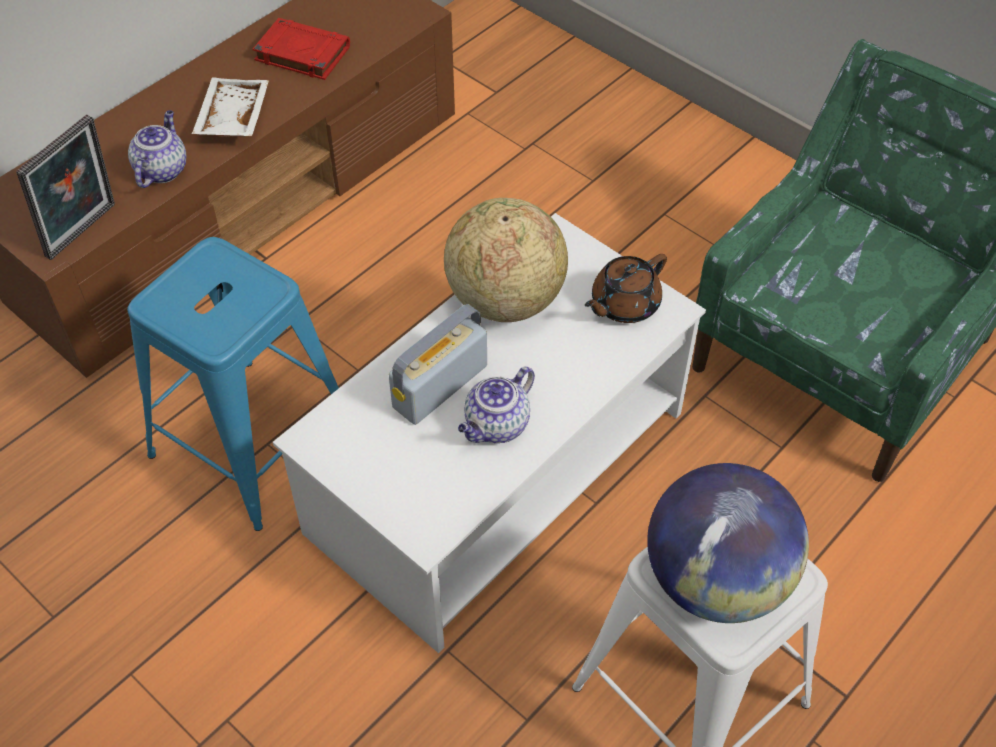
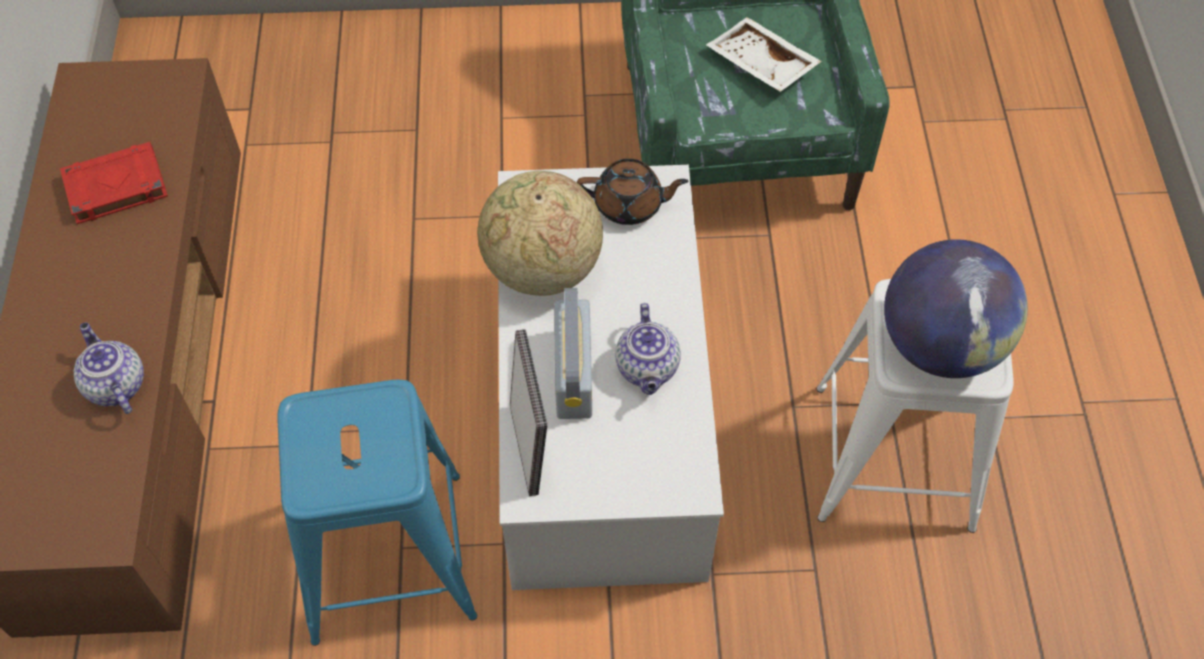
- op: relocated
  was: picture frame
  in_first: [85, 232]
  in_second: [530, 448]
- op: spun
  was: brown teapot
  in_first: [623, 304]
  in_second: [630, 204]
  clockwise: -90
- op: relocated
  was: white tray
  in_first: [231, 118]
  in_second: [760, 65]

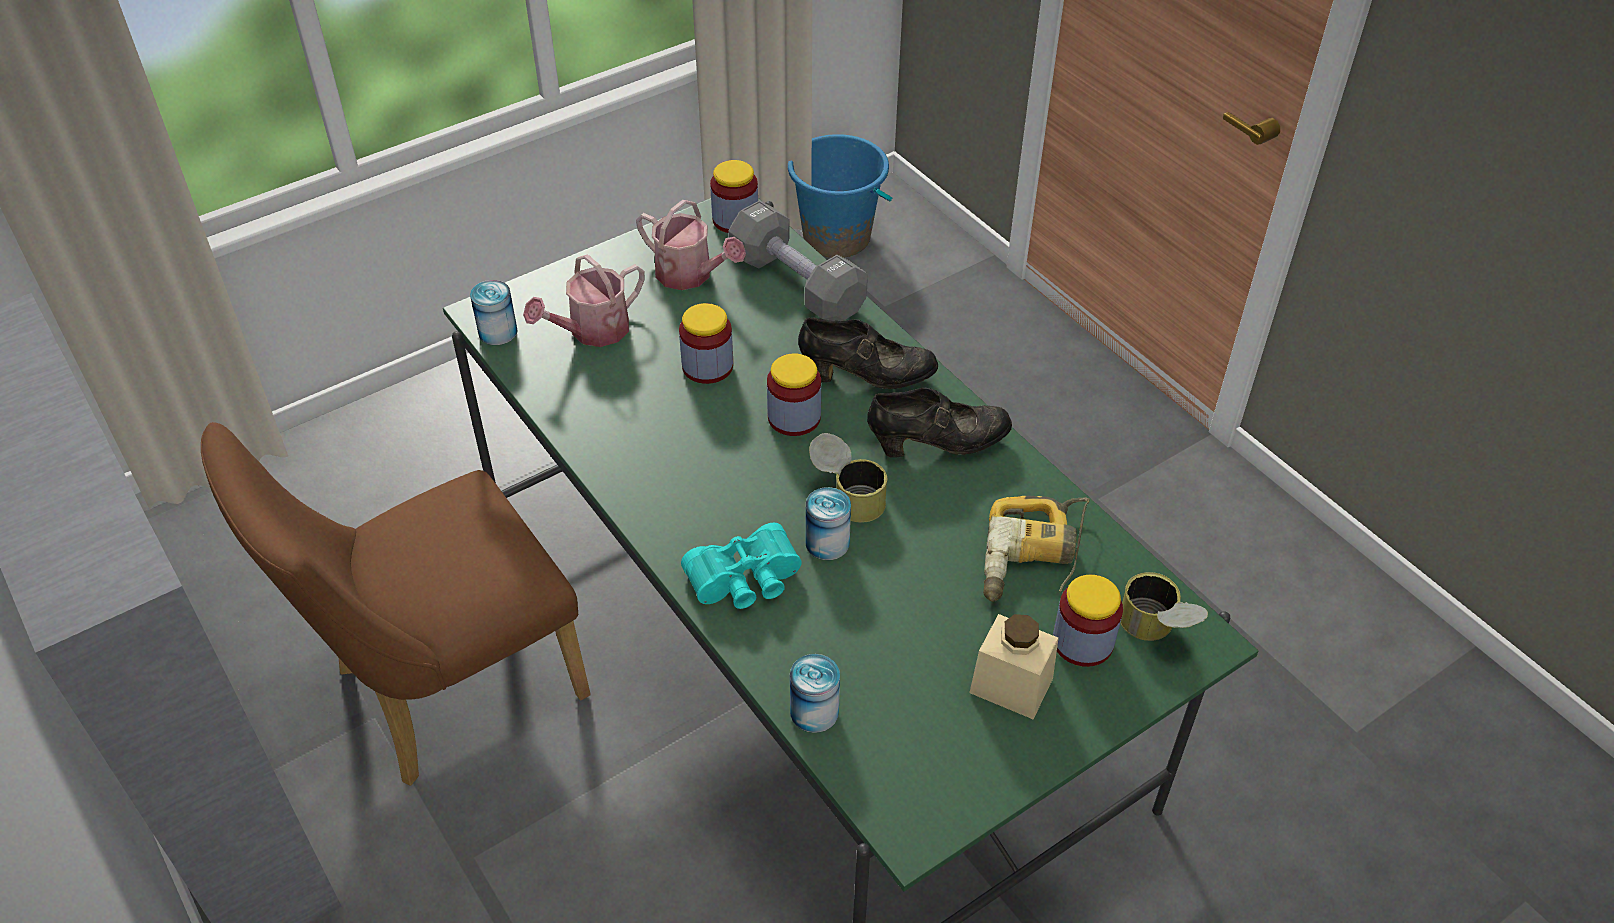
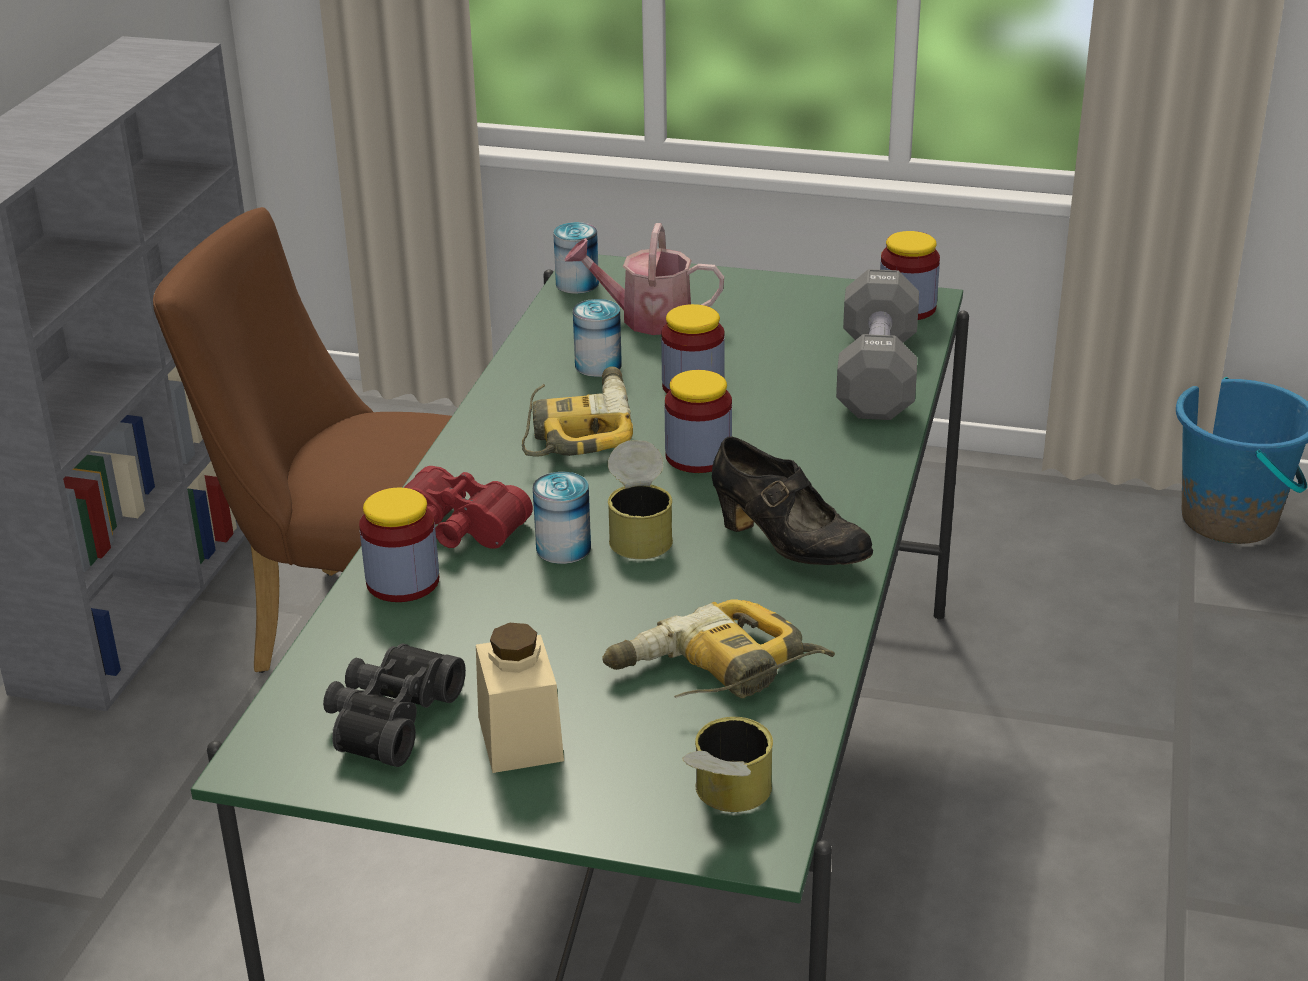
- op: appeared
  now: black binoculars
  in_second: [388, 718]
- op: relocated
  was: jar
  in_first: [1082, 642]
  in_second: [403, 582]
- op: colour
  was: turquoise binoculars
  now: red binoculars
  in_first: [746, 582]
  in_second: [455, 530]
- op: appeared
  now: power drill
  in_second: [577, 428]
- op: relocated
  was: can
  in_first: [814, 711]
  in_second: [598, 365]
- op: missing
  was: watering can
  in_first: [690, 275]
- op: missing
  was: black shoe
  in_first: [867, 377]

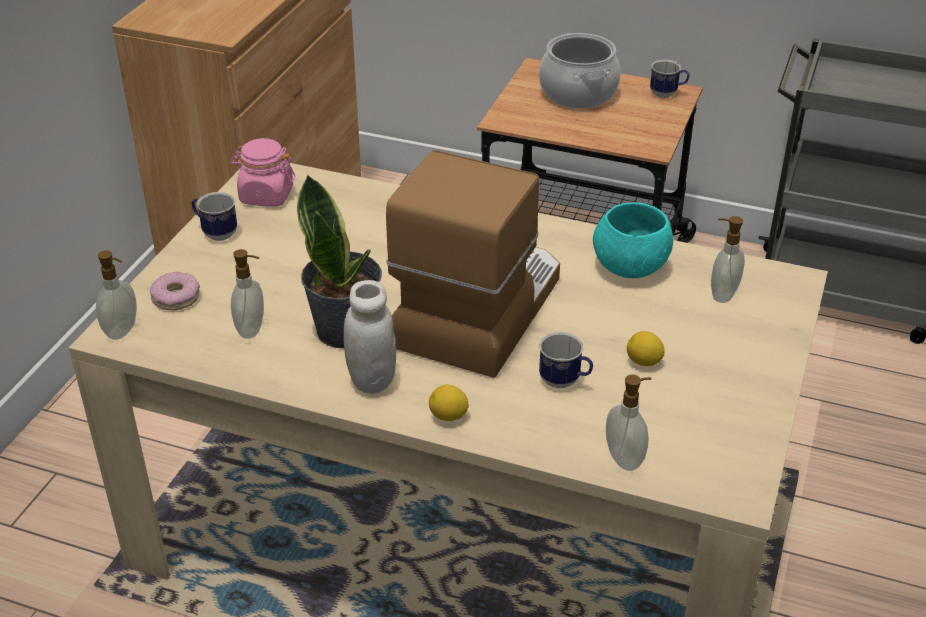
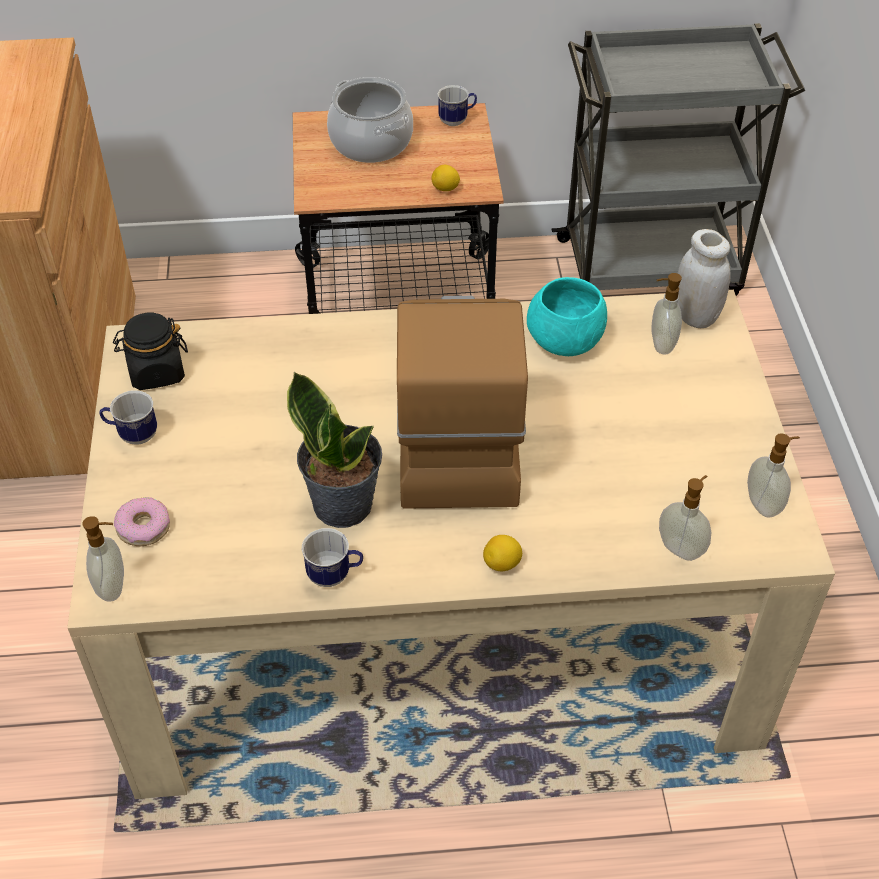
- op: colour
  was: pink jar
  now: black jar
  in_first: [266, 196]
  in_second: [156, 372]
- op: relocated
  was: mug
  in_first: [565, 382]
  in_second: [335, 575]
- op: relocated
  was: lemon
  in_first: [644, 362]
  in_second: [445, 189]
- op: relocated
  was: white jar
  in_first: [372, 380]
  in_second: [695, 316]
- op: relocated
  was: soap dispenser
  in_first: [252, 329]
  in_second: [764, 504]

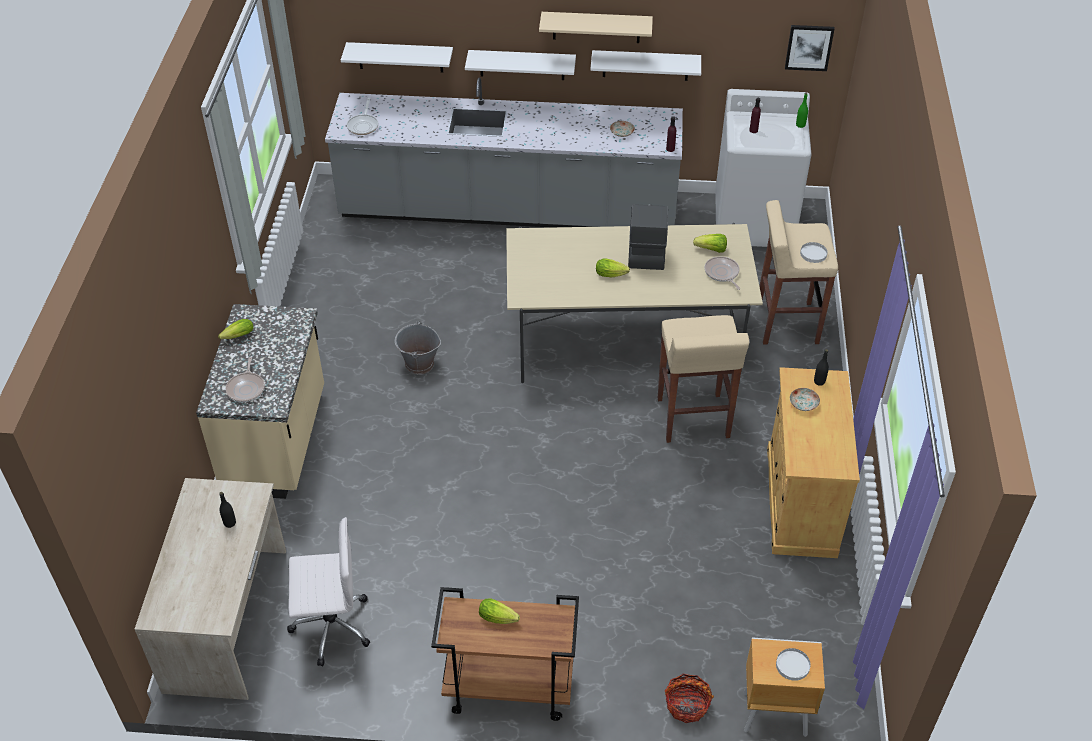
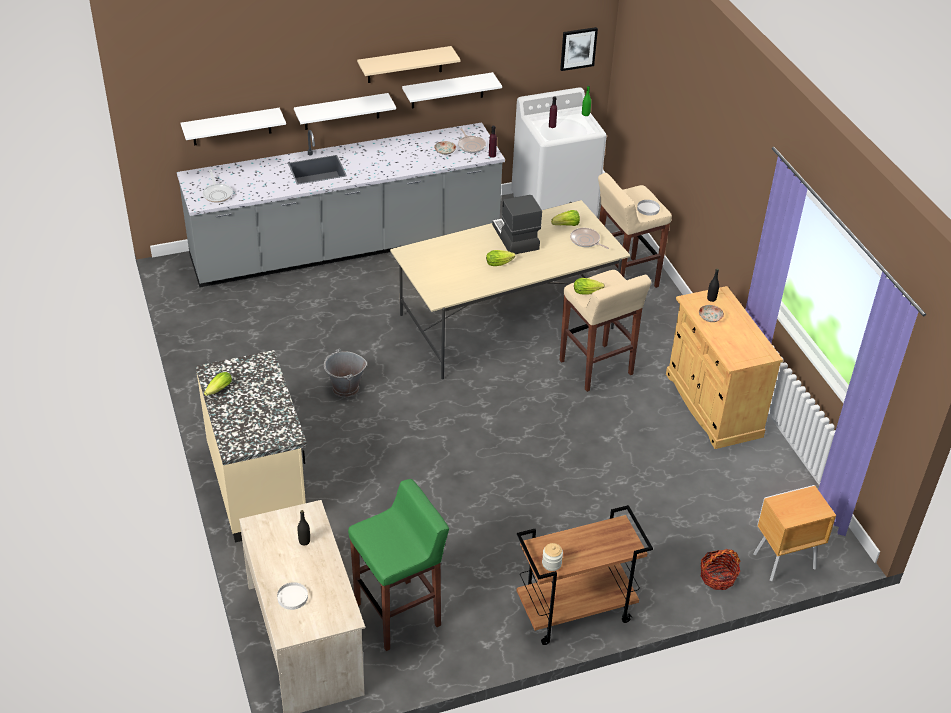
- op: relocated
  was: white plate
  in_first: [792, 665]
  in_second: [292, 597]
- op: exchanged
  was: white office chair
  now: green stool
  in_first: [330, 625]
  in_second: [399, 614]
- op: relocated
  was: frying pan
  in_first: [246, 388]
  in_second: [471, 146]
- op: appeared
  now: jar
  in_second: [551, 563]
- op: relocated
  was: lettuce
  in_first: [499, 618]
  in_second: [588, 292]

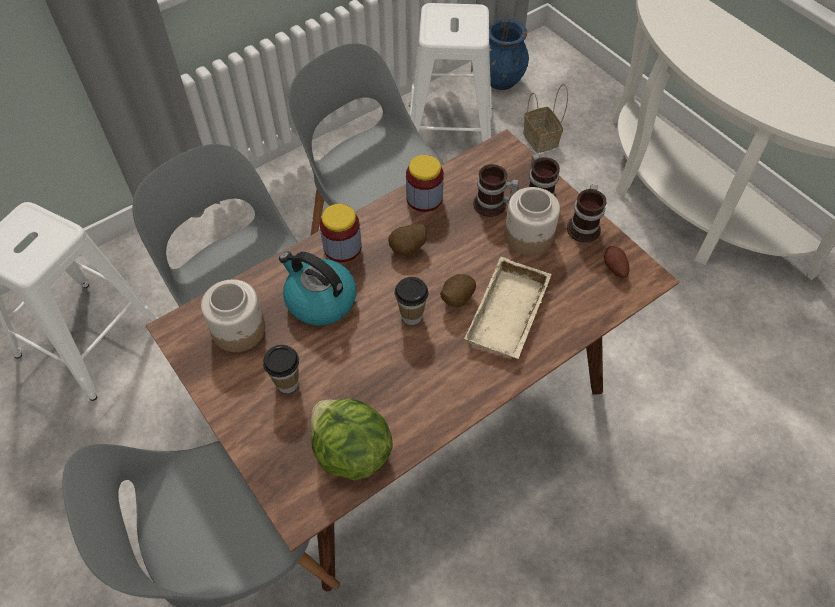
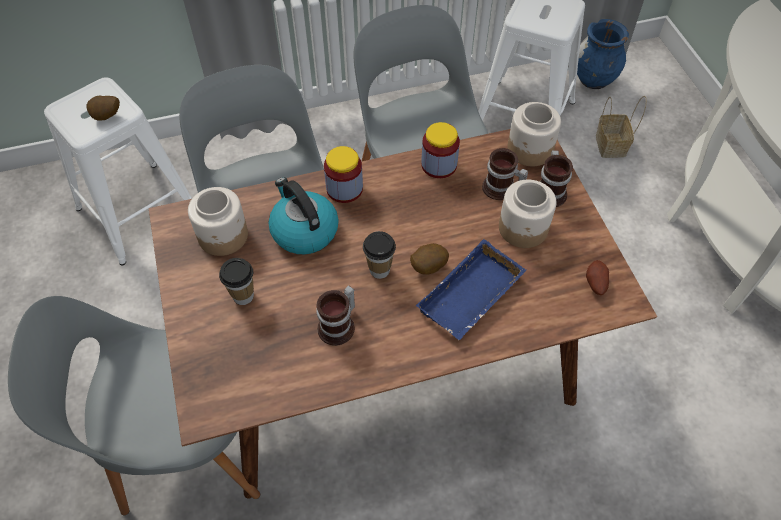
- op: relocated
  was: potato
  in_first: [408, 249]
  in_second: [107, 117]
- op: relocated
  was: mug
  in_first: [585, 227]
  in_second: [340, 326]
- op: colour
  was: beige tray
  now: blue tray
  in_first: [510, 315]
  in_second: [472, 297]
- op: appeared
  now: jar
  in_second: [530, 150]
- op: missing
  was: lettuce
  in_first: [351, 453]

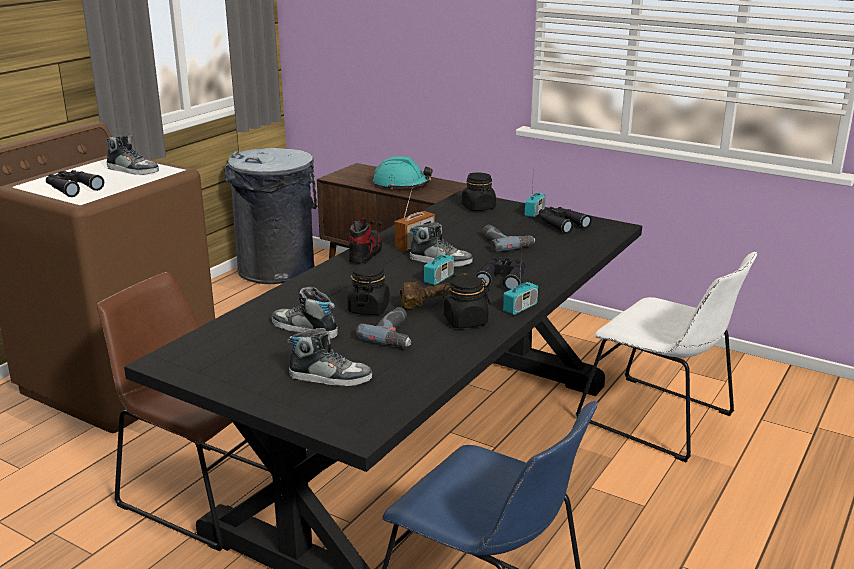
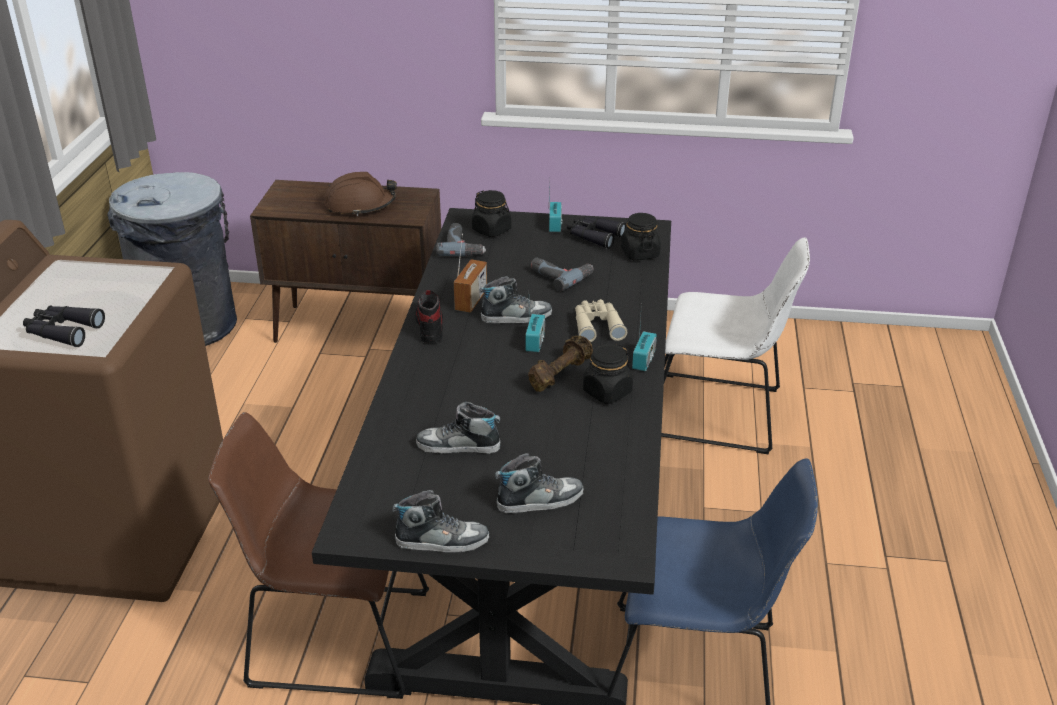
- op: colour
  was: turquoise hard hat
  now: brown hard hat
  in_first: [401, 185]
  in_second: [360, 205]
- op: relocated
  was: shoe
  in_first: [133, 170]
  in_second: [442, 540]
- op: relocated
  was: power drill
  in_first: [395, 335]
  in_second: [463, 246]
- op: colour
  was: black binoculars
  now: beige binoculars
  in_first: [502, 279]
  in_second: [597, 326]
- op: relocated
  was: black jar
  in_first: [369, 308]
  in_second: [639, 253]

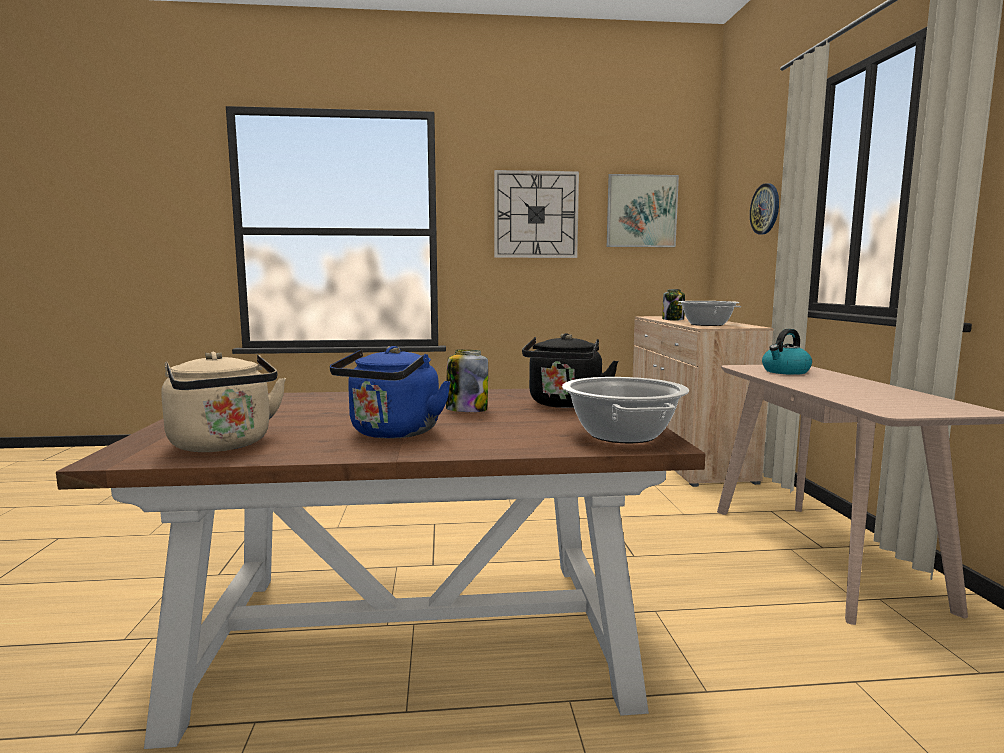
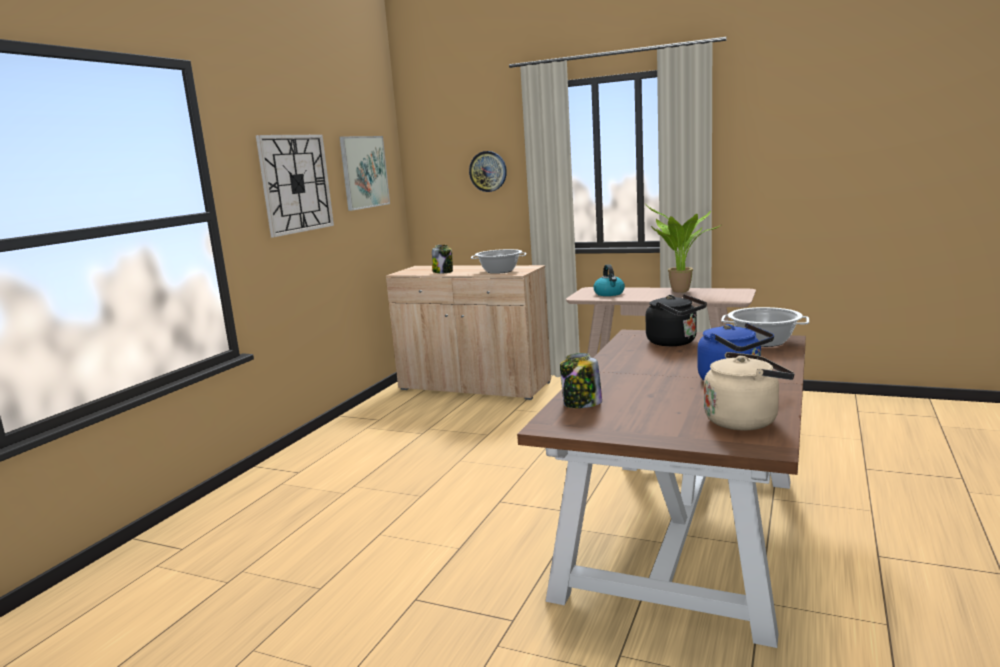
- op: relocated
  was: jar
  in_first: [466, 410]
  in_second: [581, 404]
- op: appeared
  now: potted plant
  in_second: [679, 292]

